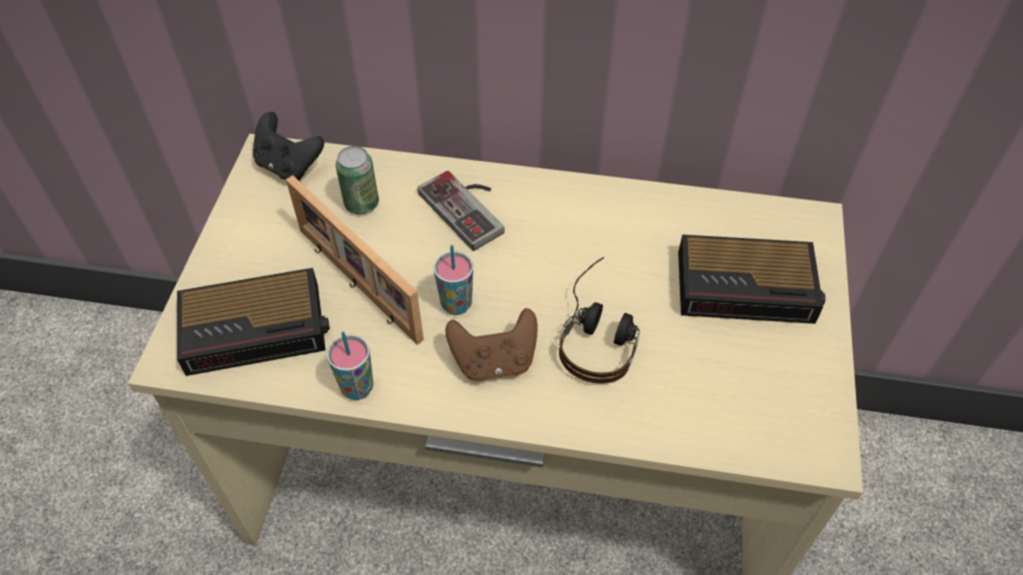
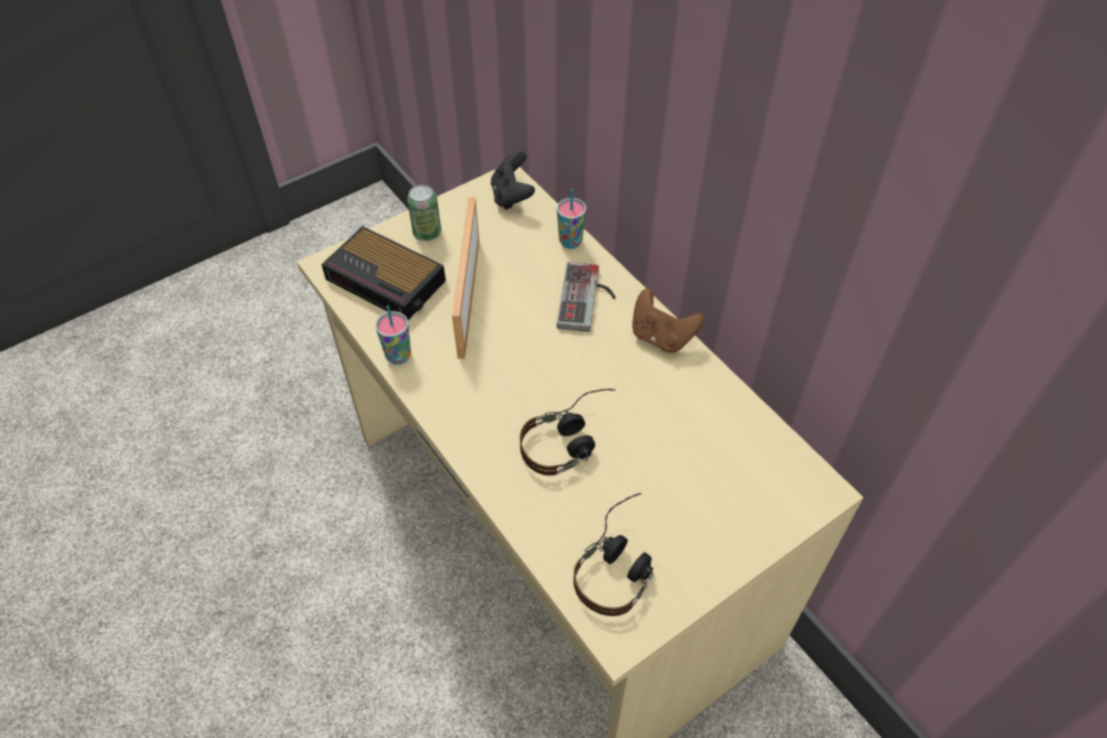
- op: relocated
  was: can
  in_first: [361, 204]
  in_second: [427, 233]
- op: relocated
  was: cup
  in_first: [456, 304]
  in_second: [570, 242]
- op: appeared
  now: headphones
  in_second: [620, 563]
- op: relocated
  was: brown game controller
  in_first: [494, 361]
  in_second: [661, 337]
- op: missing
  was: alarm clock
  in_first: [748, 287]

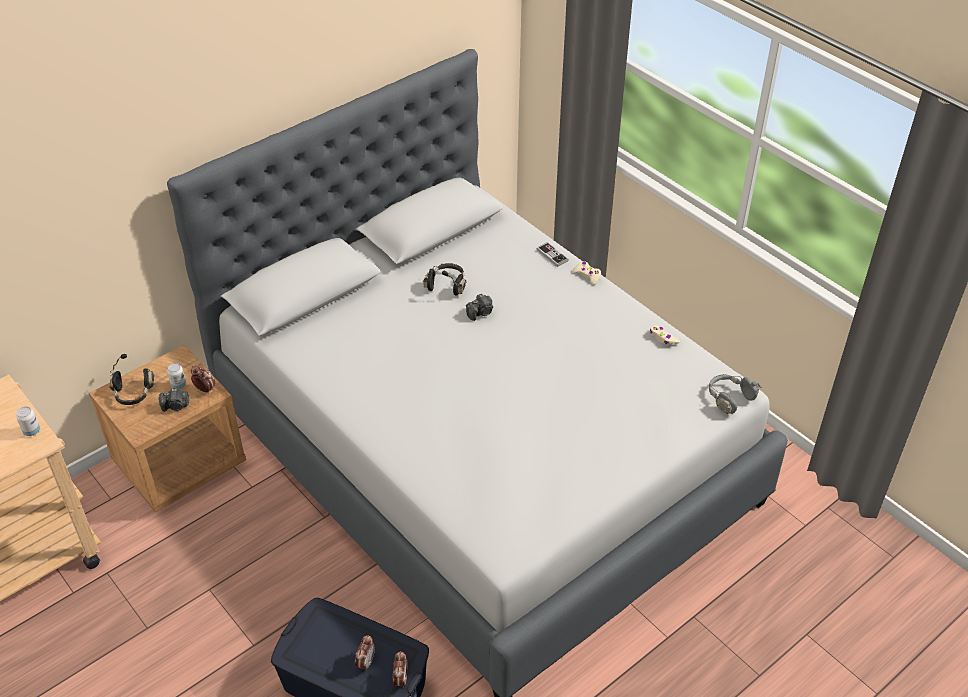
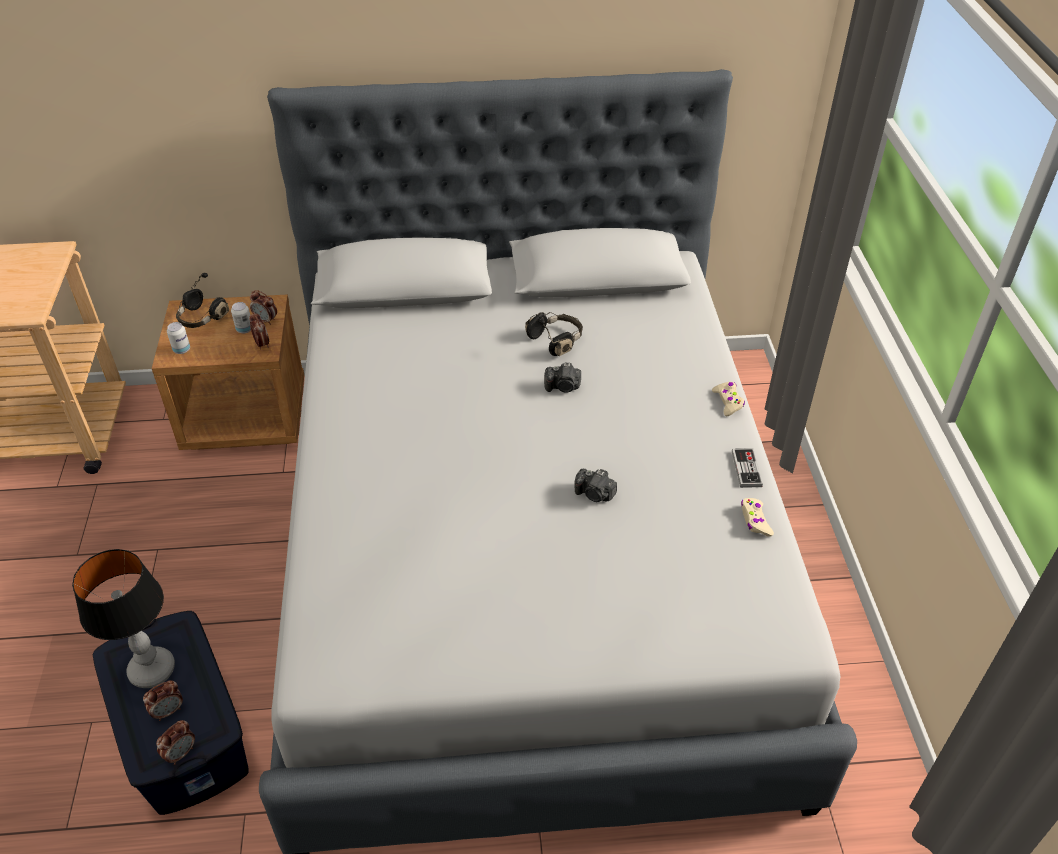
- op: appeared
  now: table lamp
  in_second: [153, 670]
- op: relocated
  was: can
  in_first: [32, 431]
  in_second: [182, 350]
- op: appeared
  now: alarm clock
  in_second: [266, 320]
- op: relocated
  was: photo camera
  in_first: [176, 406]
  in_second: [595, 494]
- op: relocated
  was: game controller
  in_first: [552, 255]
  in_second: [746, 469]
- op: missing
  was: grey headphones
  in_first: [729, 398]

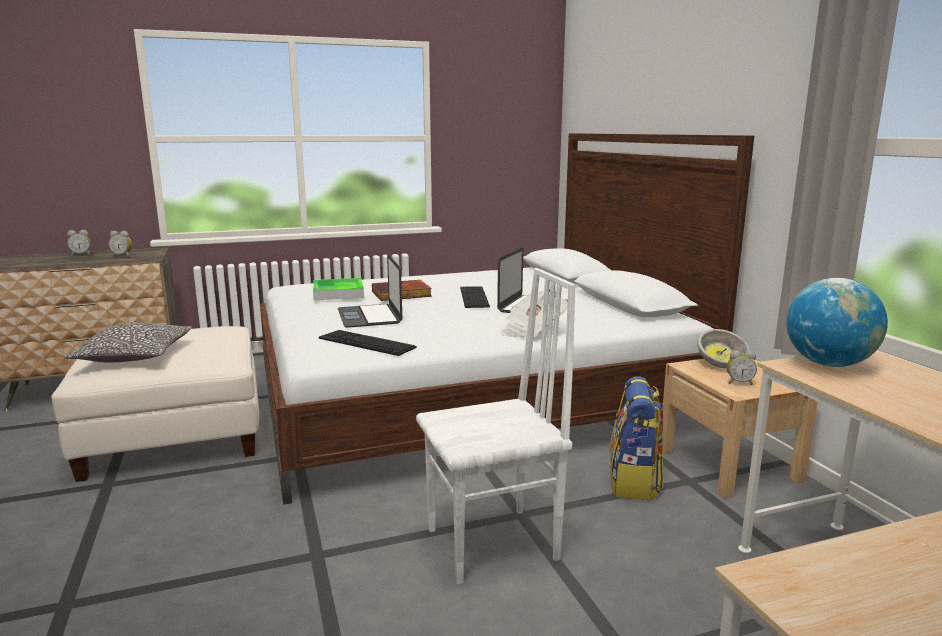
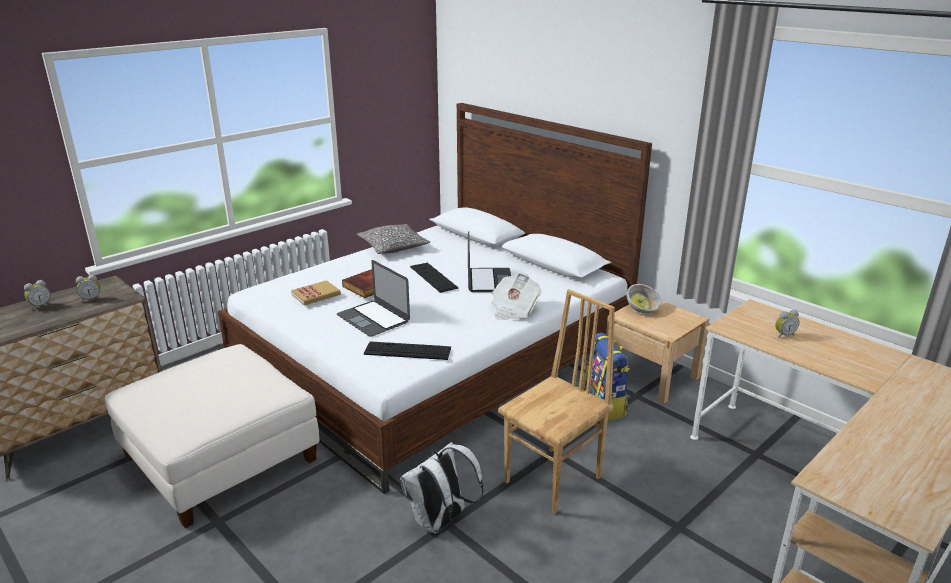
- op: exchanged
  was: tray
  now: book
  in_first: [338, 293]
  in_second: [316, 295]
- op: relocated
  was: pillow
  in_first: [134, 356]
  in_second: [393, 247]
- op: appeared
  now: white backpack
  in_second: [441, 522]
- op: colour
  was: white chair
  now: brown chair
  in_first: [494, 545]
  in_second: [554, 480]
- op: relocated
  was: alarm clock
  in_first: [739, 383]
  in_second: [783, 335]
- op: missing
  was: globe
  in_first: [828, 364]

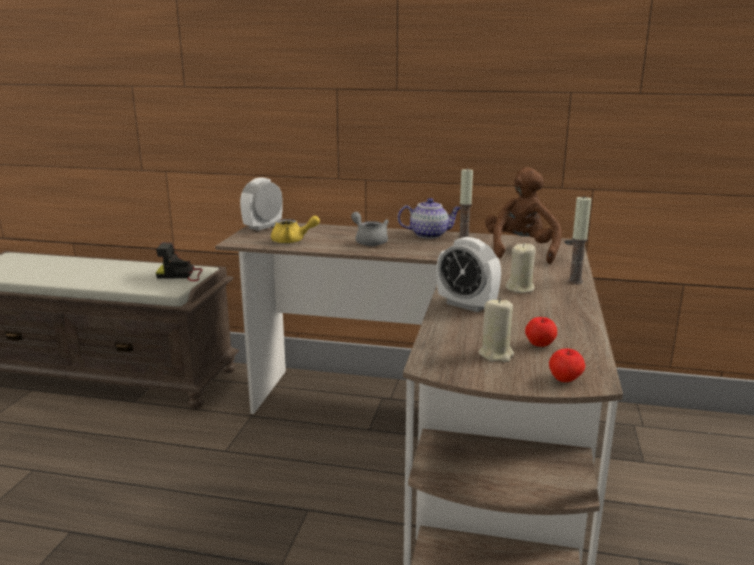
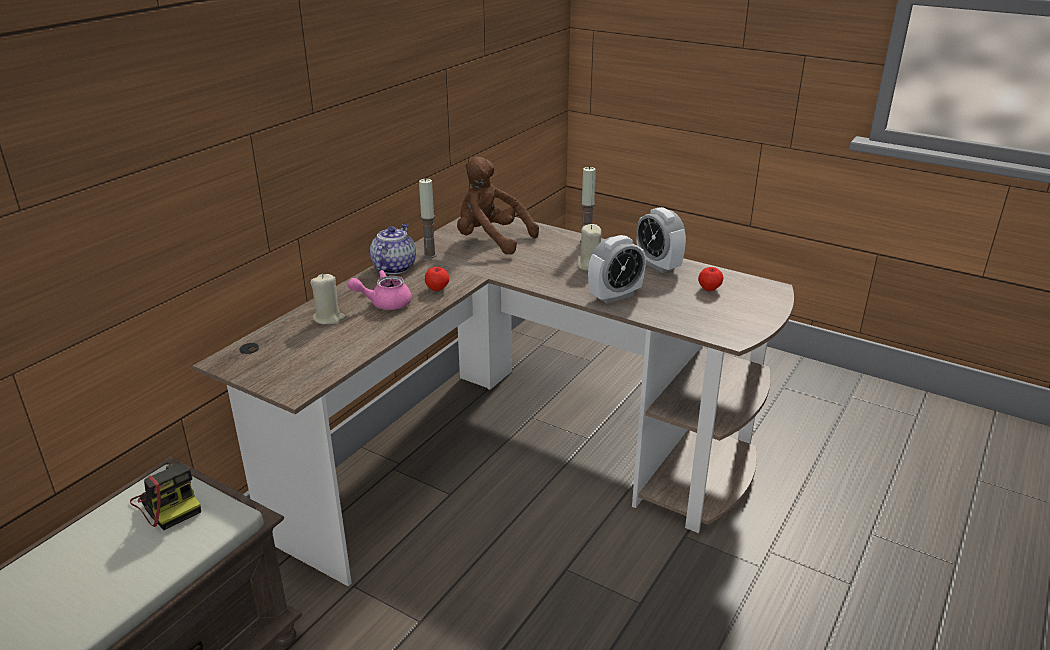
- op: spun
  was: photo camera
  in_first: [181, 275]
  in_second: [169, 503]
  clockwise: -60
- op: relocated
  was: beige candle
  in_first: [496, 354]
  in_second: [328, 318]
- op: colour
  was: grey teapot
  now: pink teapot
  in_first: [369, 241]
  in_second: [384, 303]
- op: relocated
  was: apple
  in_first: [565, 380]
  in_second: [437, 289]
- op: relocated
  was: alarm clock
  in_first: [263, 227]
  in_second: [658, 265]
- op: missing
  was: yellow teapot
  in_first: [292, 241]

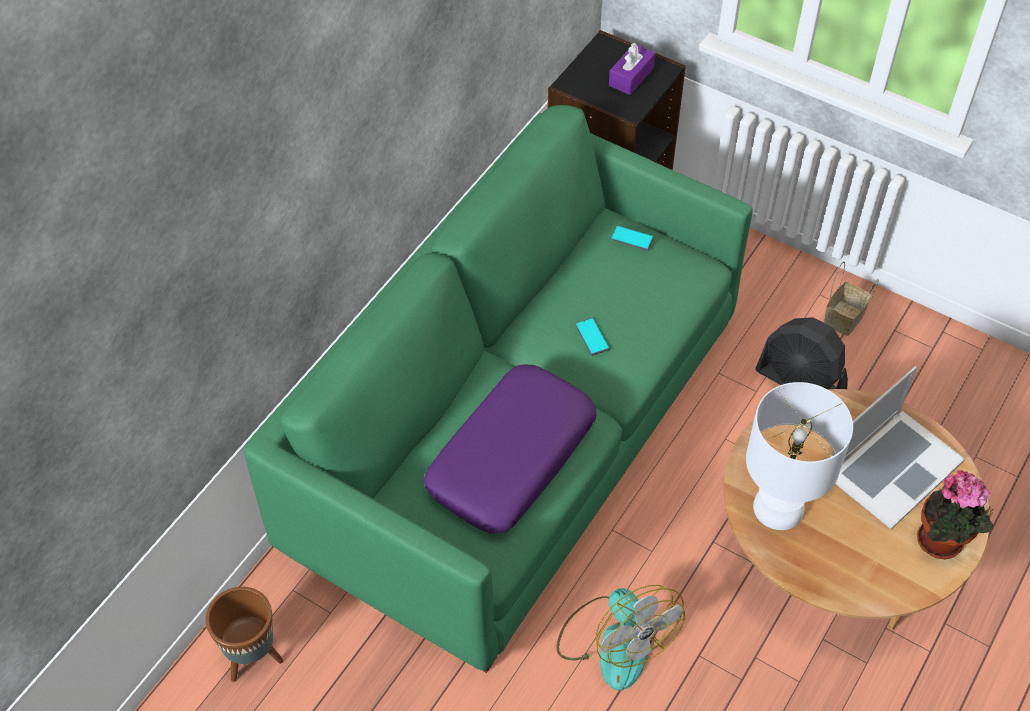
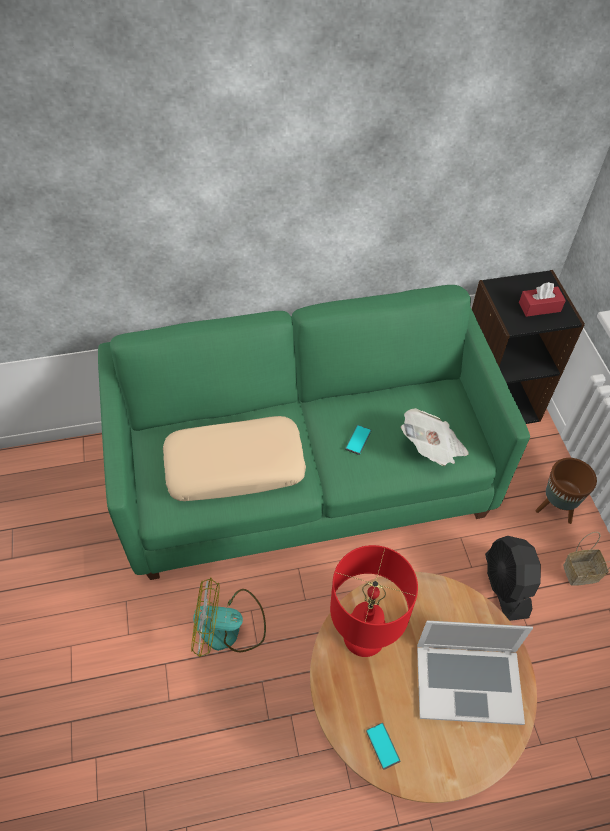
- op: colour
  was: purple pillow
  now: beige pillow
  in_first: [511, 457]
  in_second: [235, 466]
- op: spun
  was: fan
  in_first: [614, 641]
  in_second: [228, 628]
  clockwise: 75
- op: colour
  was: white table lamp
  now: red table lamp
  in_first: [779, 509]
  in_second: [364, 637]
- op: relocated
  was: phone
  in_first: [632, 238]
  in_second: [383, 746]
- op: appeared
  now: newspaper
  in_second: [432, 448]
- op: colour
  was: purple tissue box
  now: red tissue box
  in_first: [631, 77]
  in_second: [539, 307]
- op: relocated
  was: brown planter
  in_first: [253, 658]
  in_second: [555, 509]
- op: missing
  was: potted plant
  in_first: [943, 544]

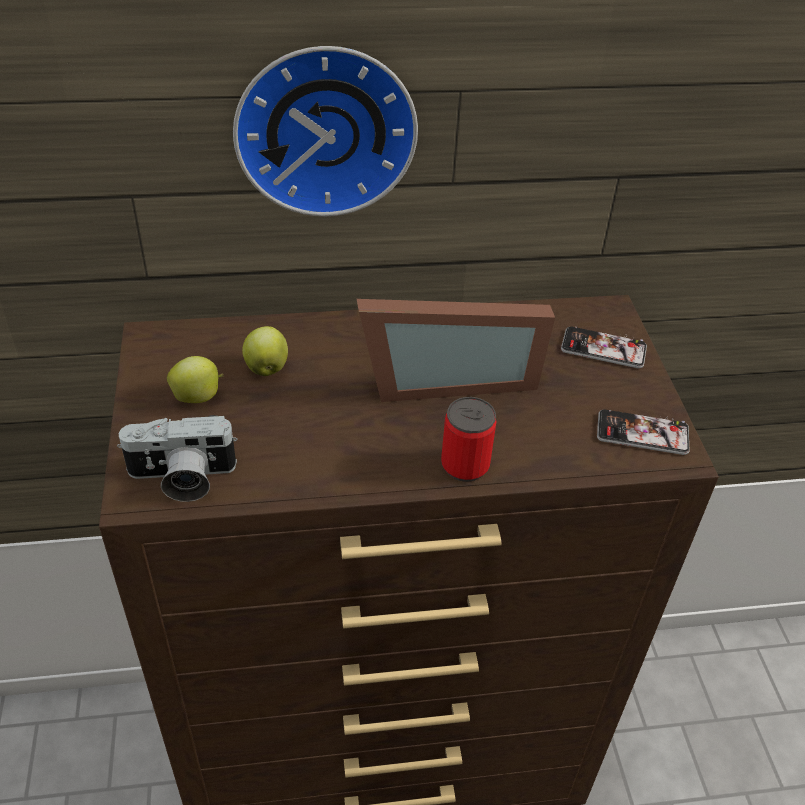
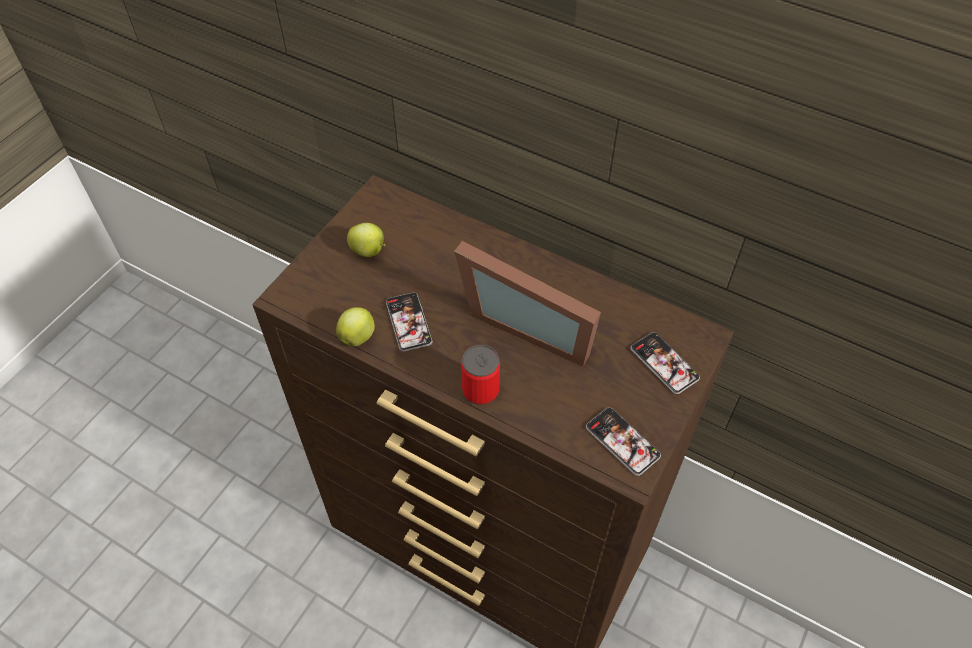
- op: relocated
  was: apple
  in_first: [266, 368]
  in_second: [358, 336]
- op: appeared
  now: phone
  in_second: [408, 322]
- op: missing
  was: photo camera
  in_first: [181, 478]
- op: missing
  was: wall clock
  in_first: [325, 128]

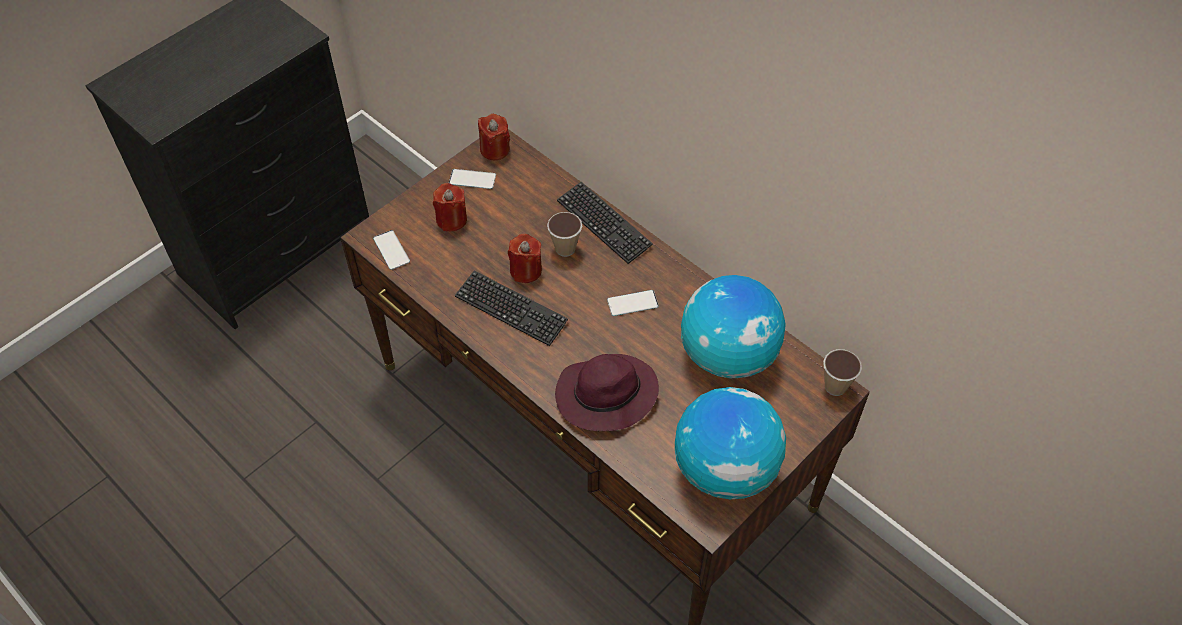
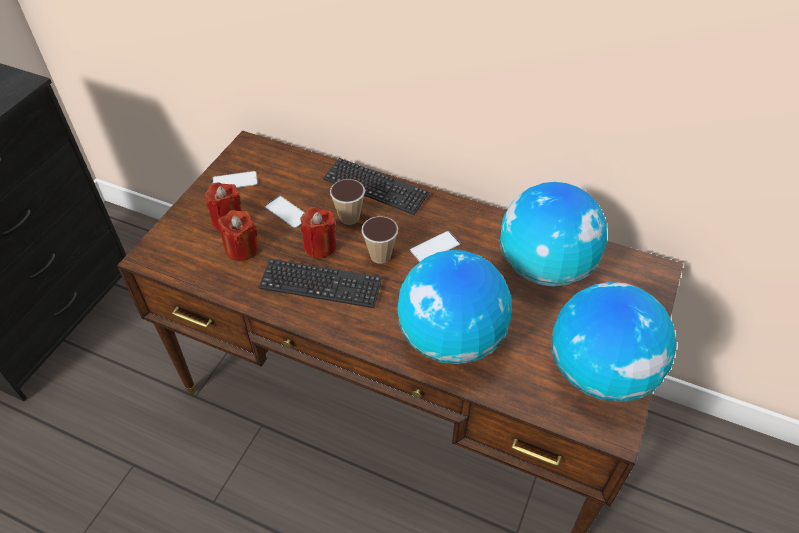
- op: relocated
  was: red candle
  in_first: [495, 149]
  in_second: [242, 249]
- op: relocated
  was: phone
  in_first: [391, 250]
  in_second: [287, 212]
- op: relocated
  was: cup
  in_first: [835, 386]
  in_second: [380, 255]
- op: exchanged
  was: purple hat
  now: globe
  in_first: [605, 396]
  in_second: [450, 339]

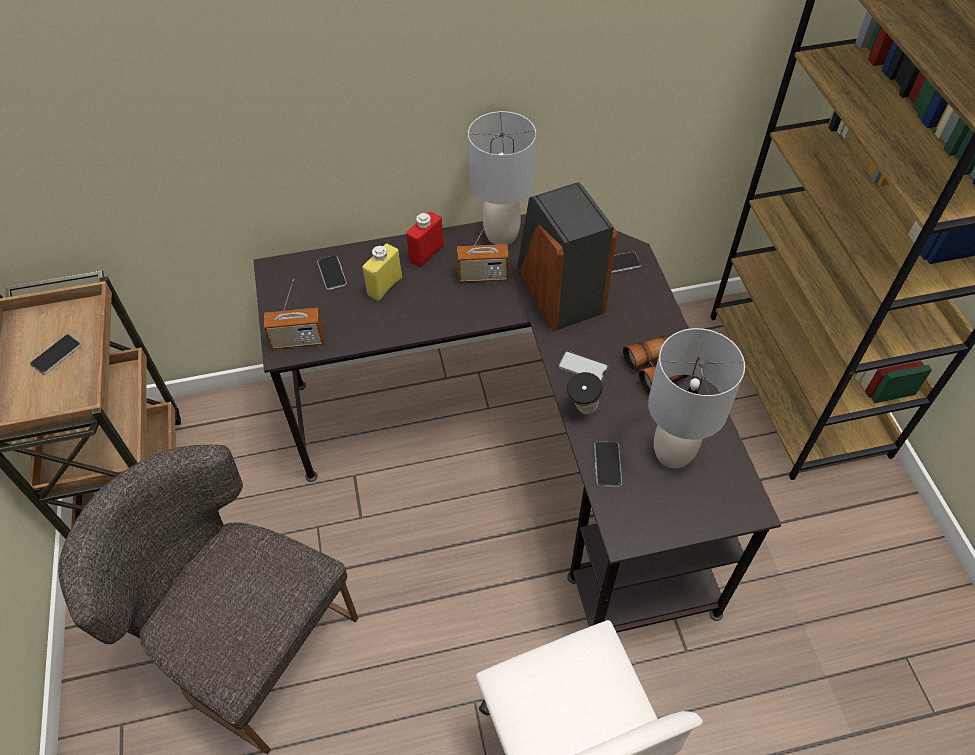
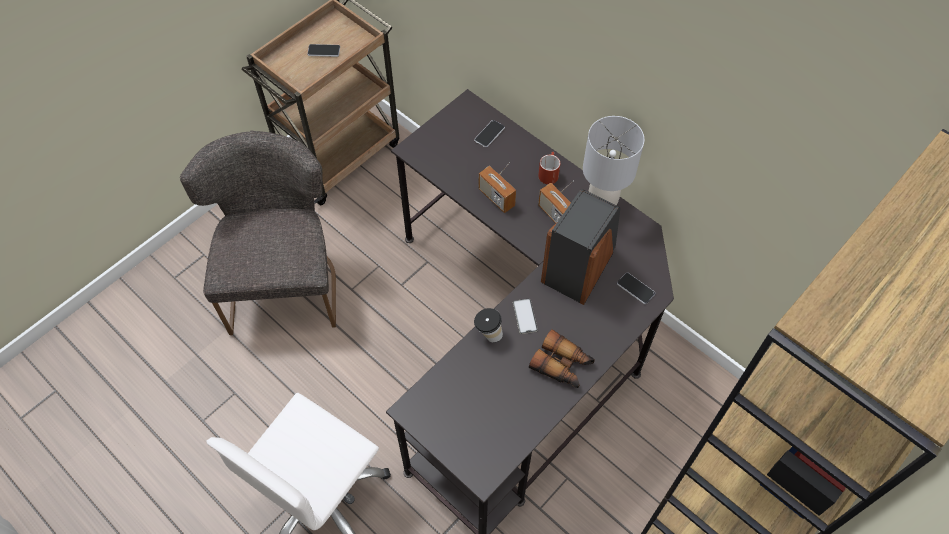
- op: relocated
  was: radio
  in_first: [298, 340]
  in_second: [496, 198]
- op: exchanged
  was: red bottle
  now: red mug
  in_first: [426, 253]
  in_second: [548, 173]
- op: missing
  was: yellow bottle
  in_first: [385, 286]
- op: missing
  was: phone
  in_first: [607, 464]
- op: missing
  was: grey table lamp
  in_first: [673, 453]

